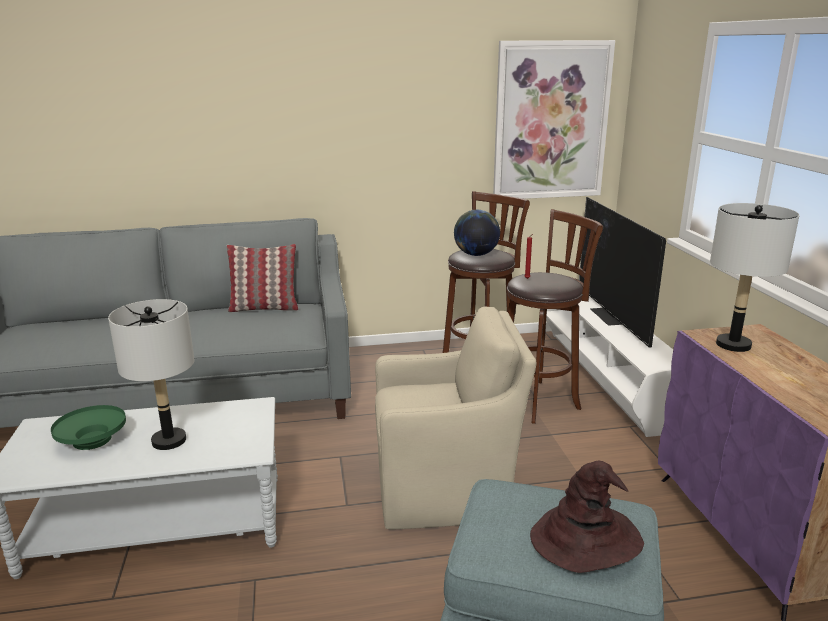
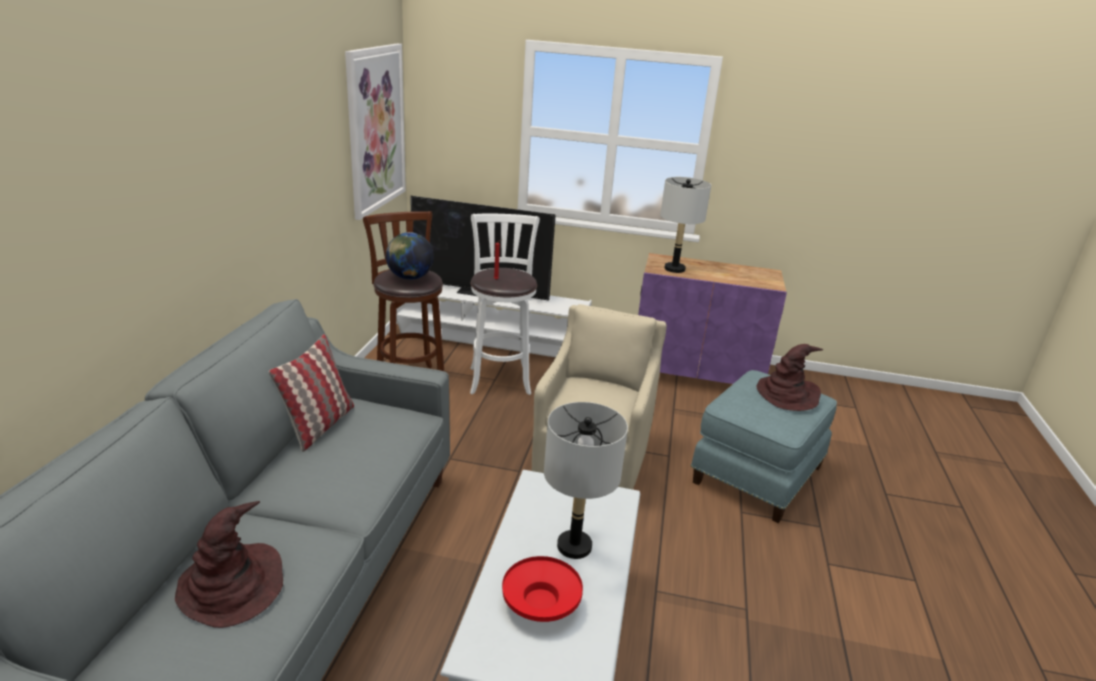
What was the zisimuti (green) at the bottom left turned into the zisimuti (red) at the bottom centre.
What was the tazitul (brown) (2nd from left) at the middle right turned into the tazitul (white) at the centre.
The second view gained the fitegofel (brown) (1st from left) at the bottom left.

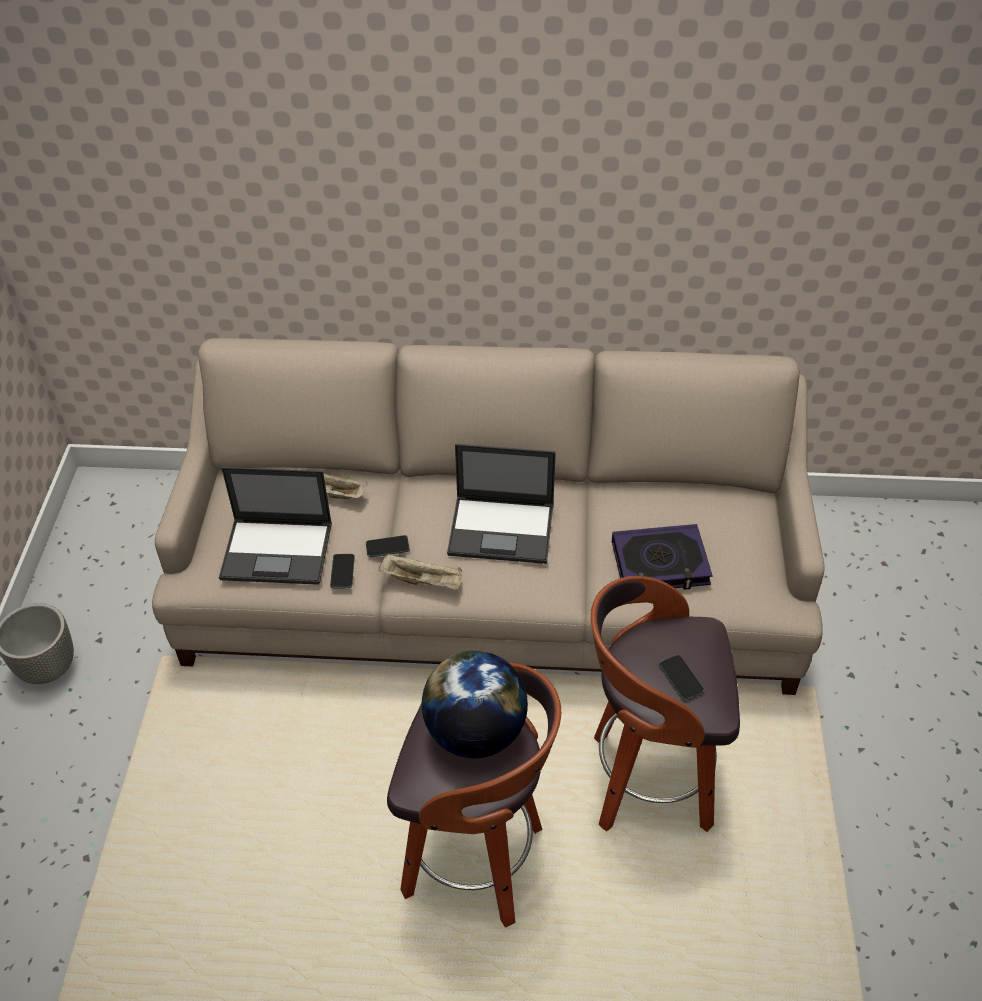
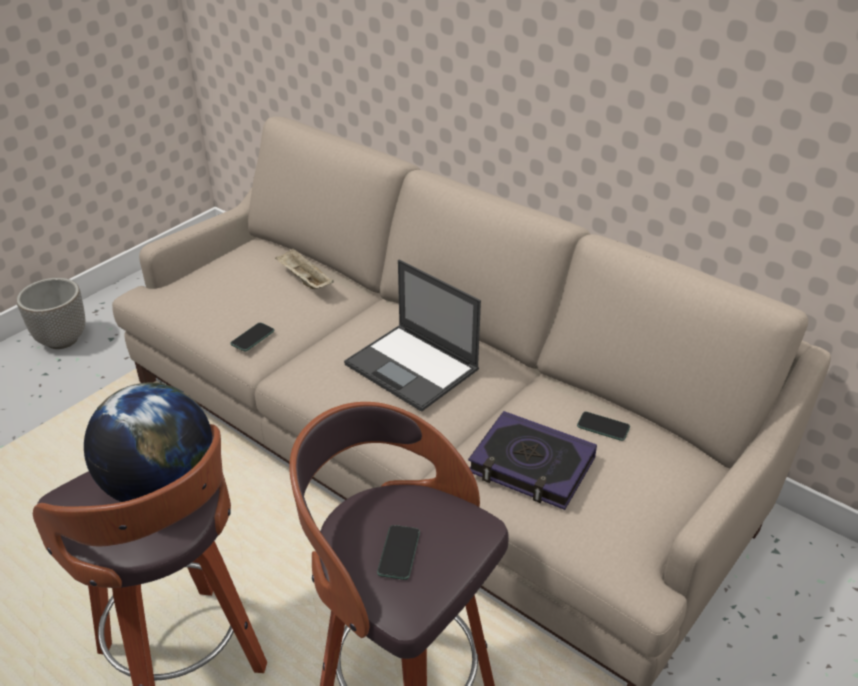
The second view lost the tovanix (1st from left) at the middle left.
The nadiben (2nd from left in the first image) ended up elsewhere, having gone from the centre to the middle right.
The second view lost the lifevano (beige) (2nd from left) at the centre.

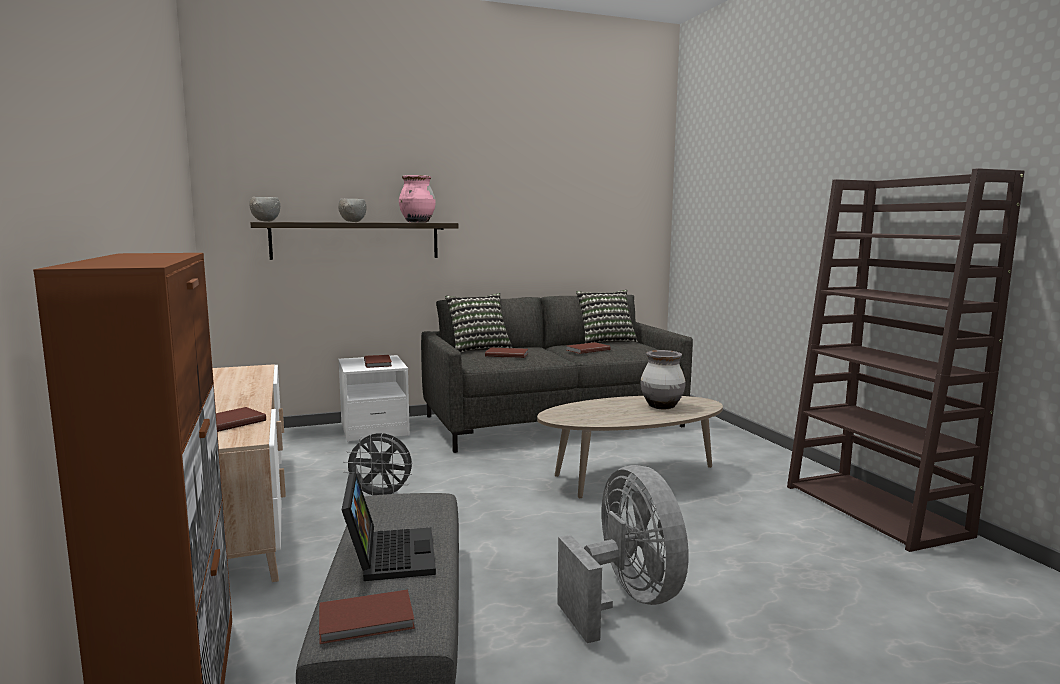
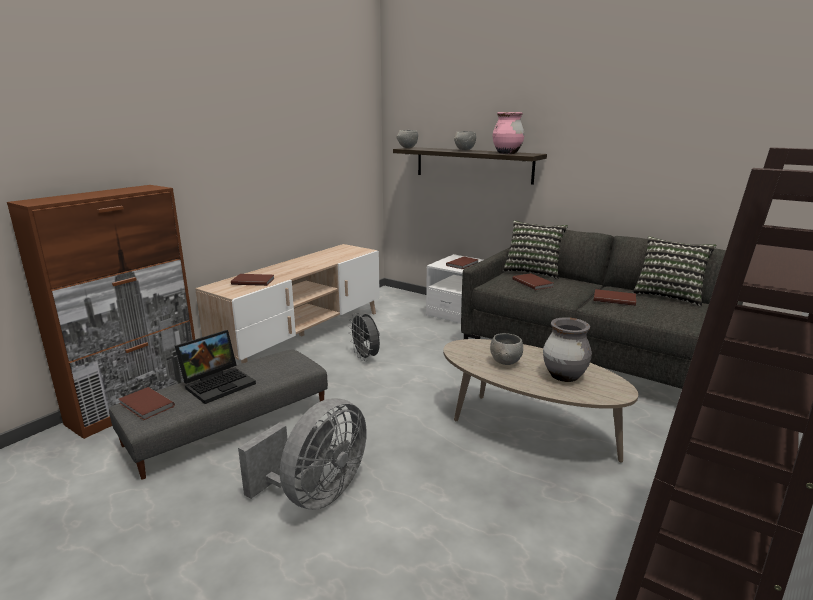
The second view gained the zisimuti (grey) (3rd from left) at the centre.

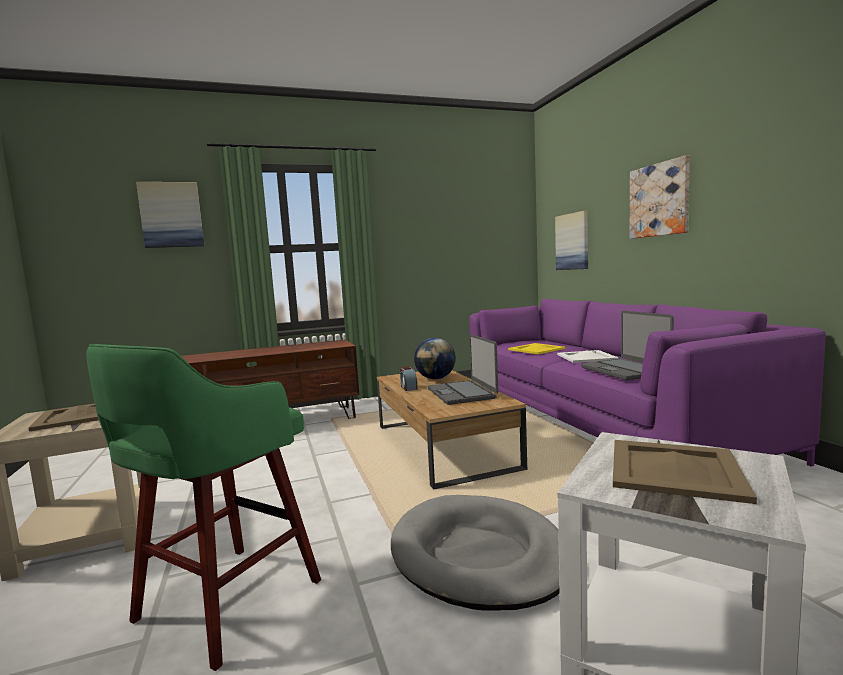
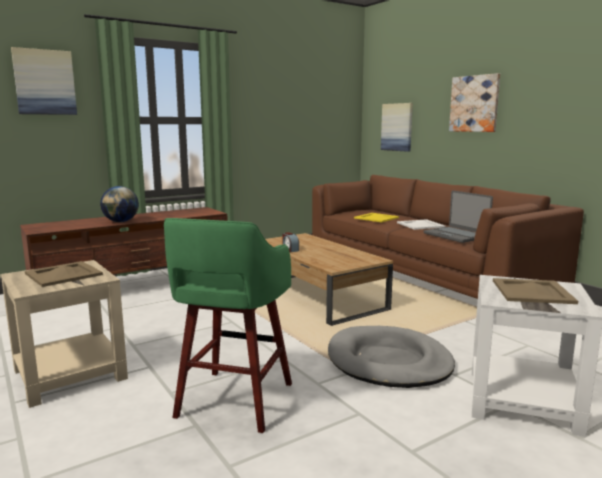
The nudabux ended up elsewhere, having gone from the centre to the middle left.
The second view lost the tovanix (1st from left) at the centre.
What was the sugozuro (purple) at the middle right turned into the sugozuro (brown) at the middle right.

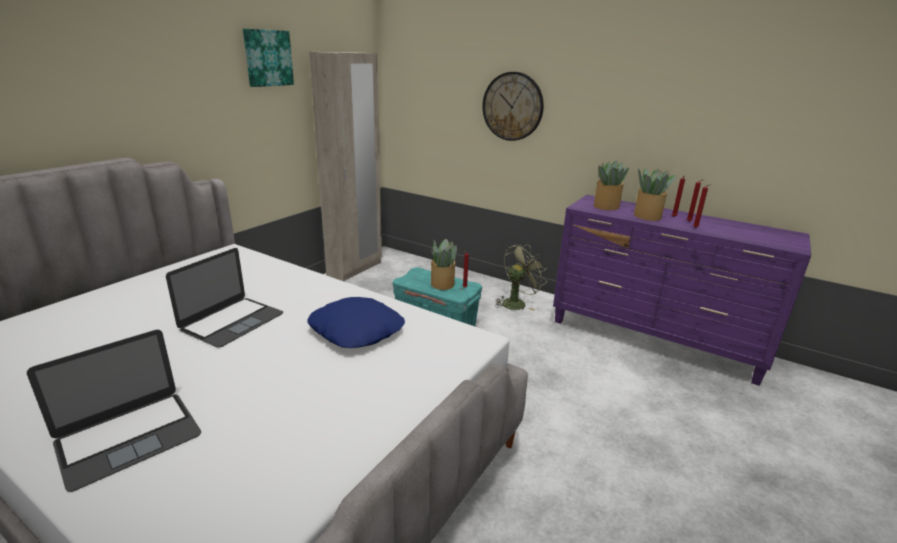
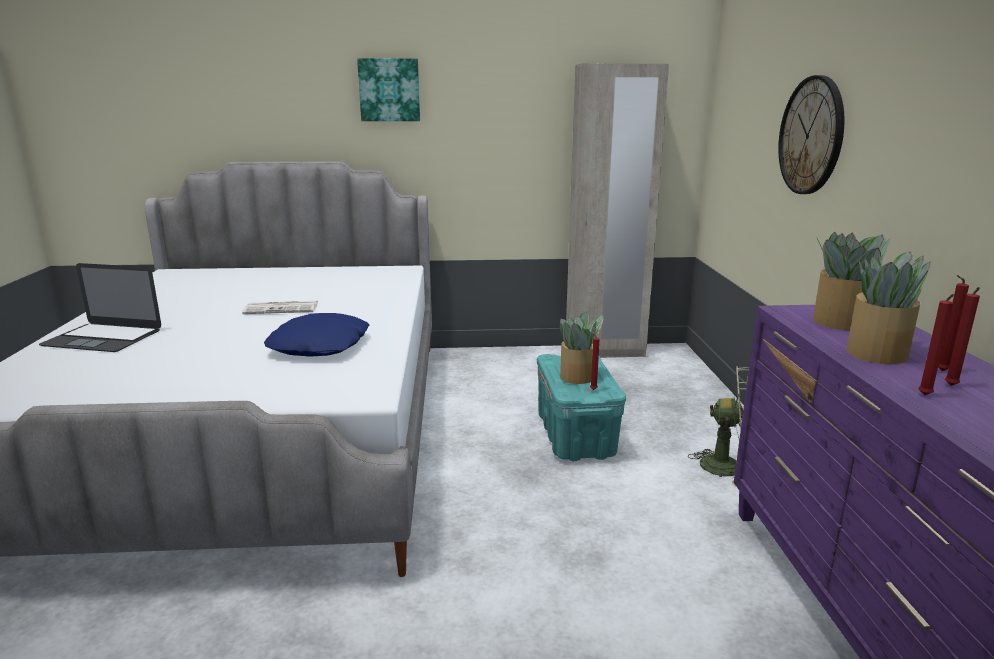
Where the tovanix (2nd from left) stood at the middle left, the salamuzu came to stand at the middle left.
The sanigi ended up elsewhere, having gone from the top left to the top centre.

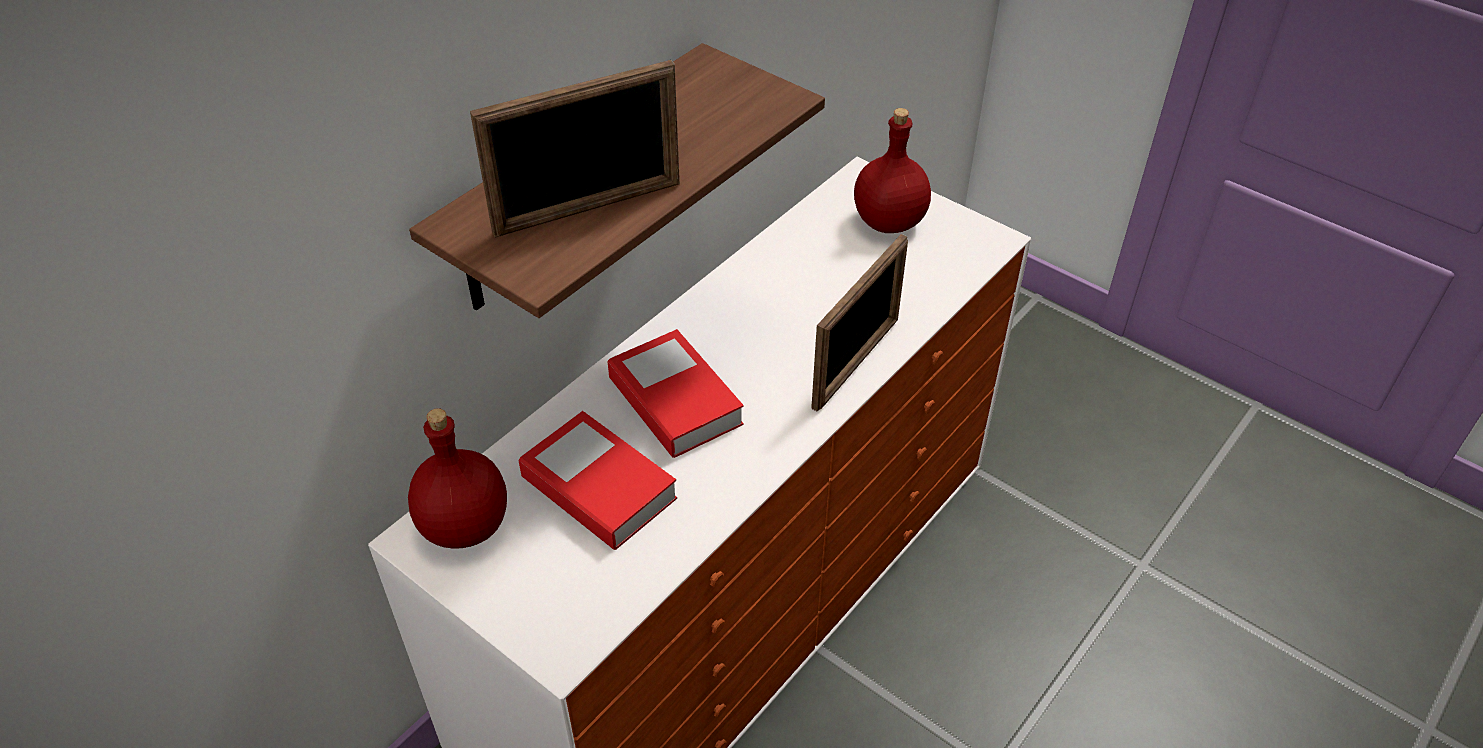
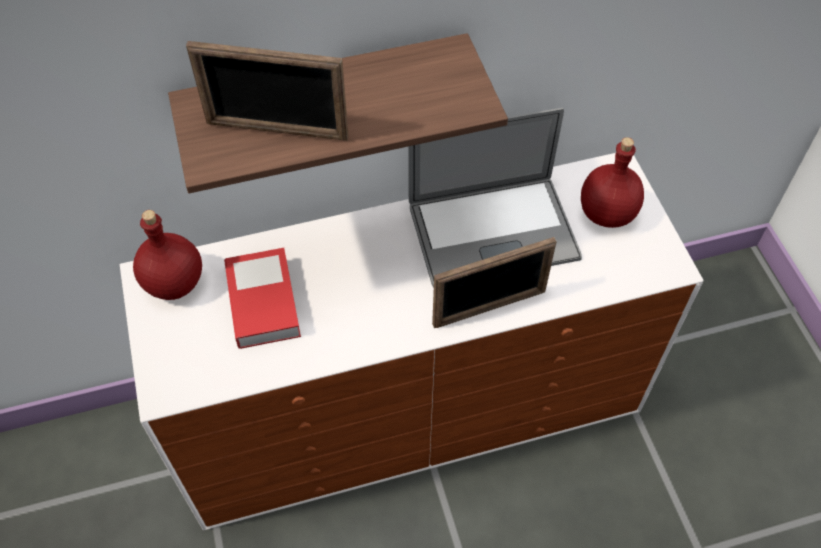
The second view lost the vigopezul (2nd from left) at the centre.
The second view gained the tovanix at the centre.

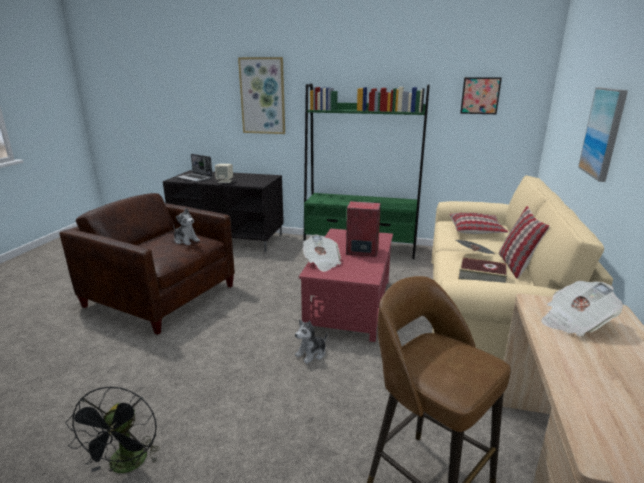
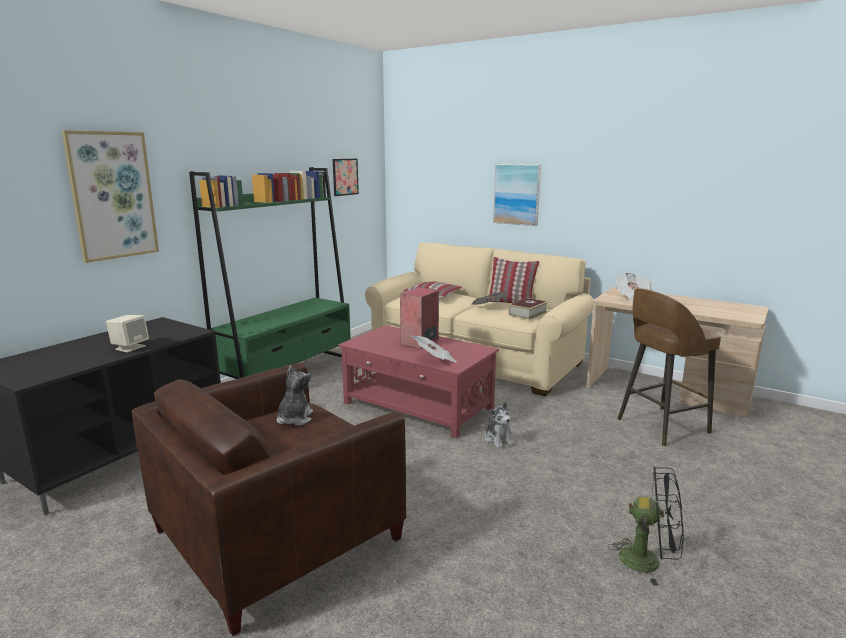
The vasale (1st from left) at the middle left ended up facing another way, 45 degrees counterclockwise from before.
The second view lost the tovanix at the middle left.

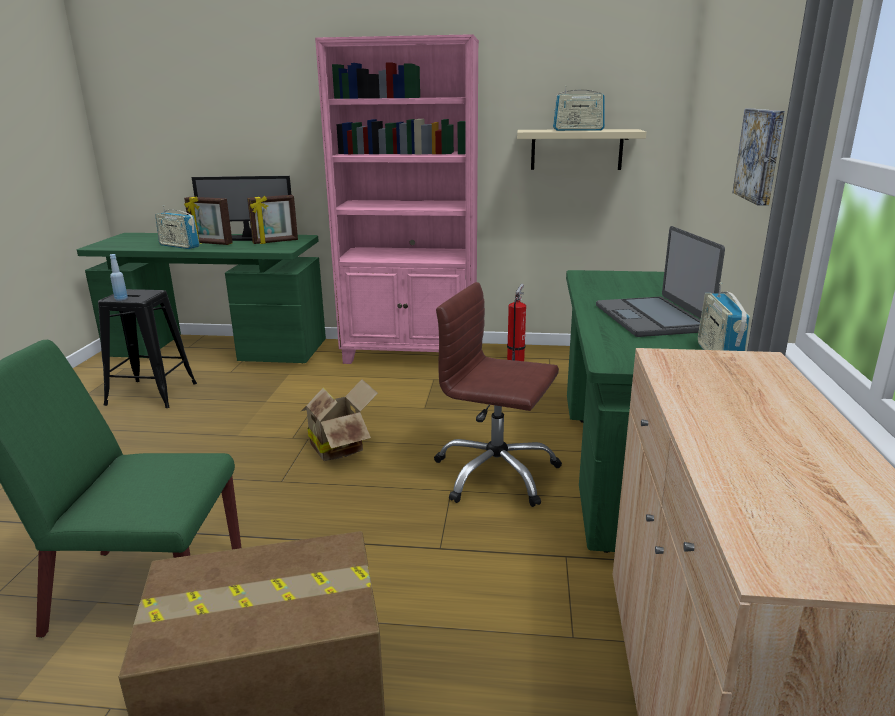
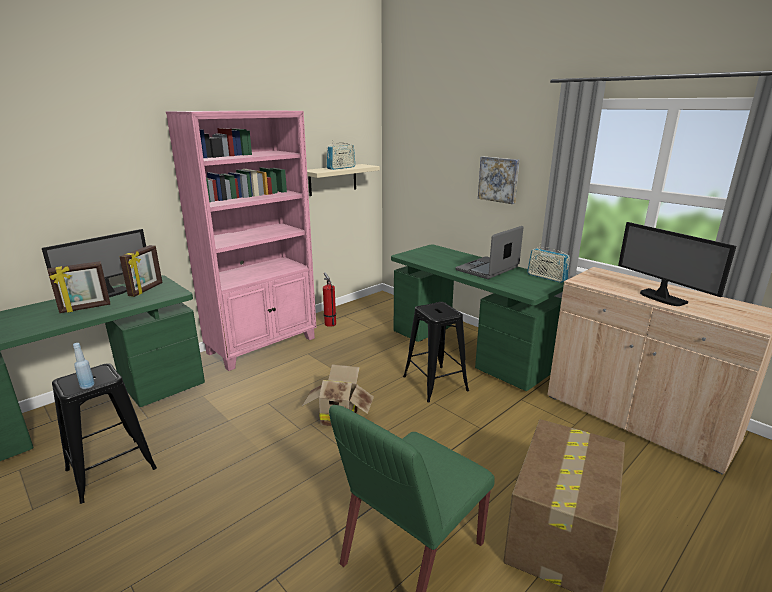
The second view lost the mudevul (1st from left) at the top left.
Where the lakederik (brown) stood at the centre, the tazitul (black) (2nd from left) came to stand at the centre.
The tovanix at the middle right ended up facing another way, 105 degrees clockwise from before.
The second view gained the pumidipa (2nd from left) at the middle right.

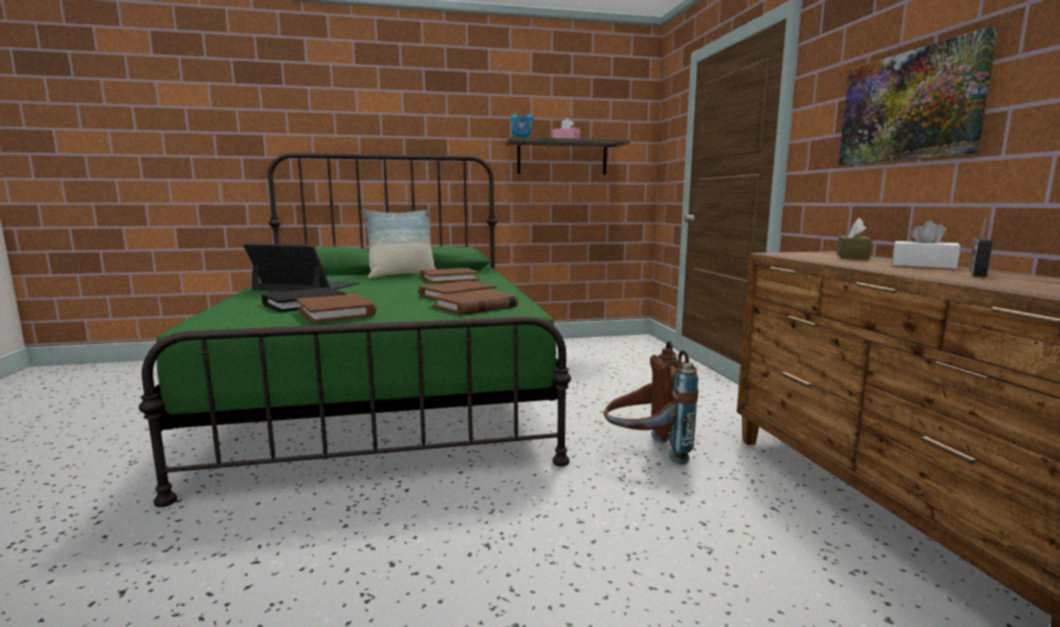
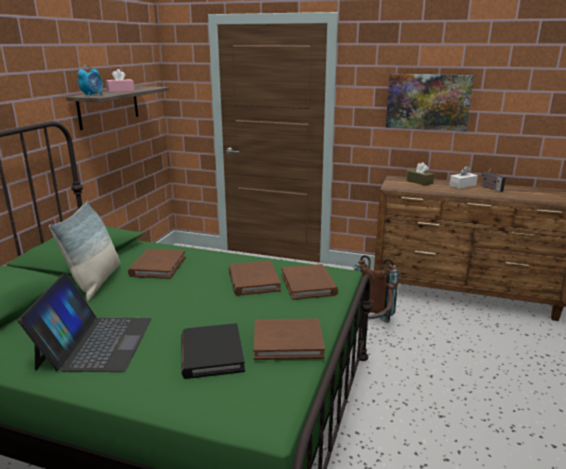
The tovanix at the middle left ended up facing another way, 135 degrees clockwise from before.

